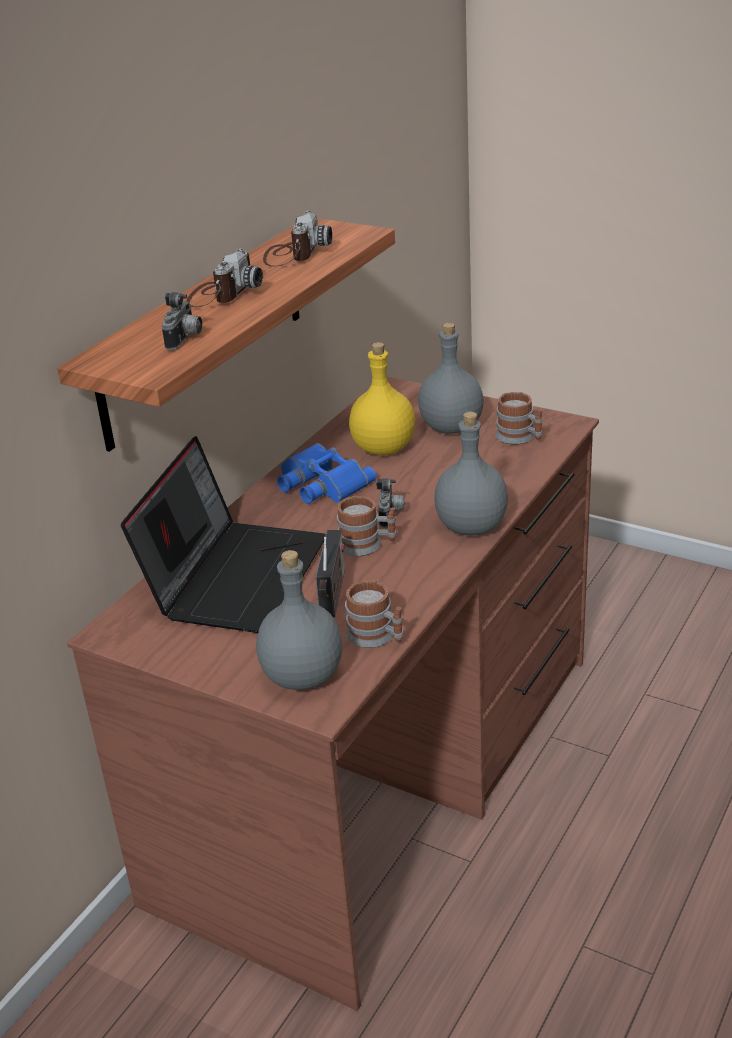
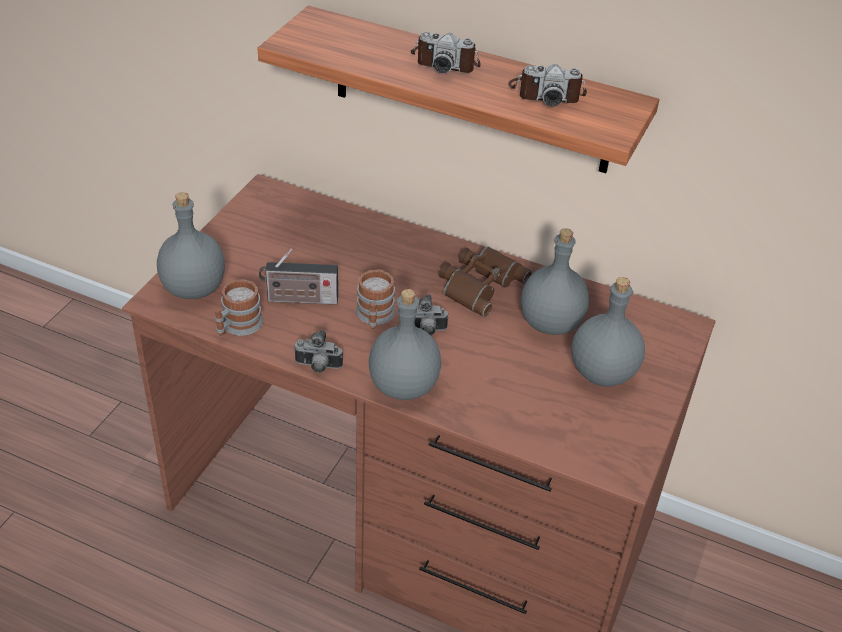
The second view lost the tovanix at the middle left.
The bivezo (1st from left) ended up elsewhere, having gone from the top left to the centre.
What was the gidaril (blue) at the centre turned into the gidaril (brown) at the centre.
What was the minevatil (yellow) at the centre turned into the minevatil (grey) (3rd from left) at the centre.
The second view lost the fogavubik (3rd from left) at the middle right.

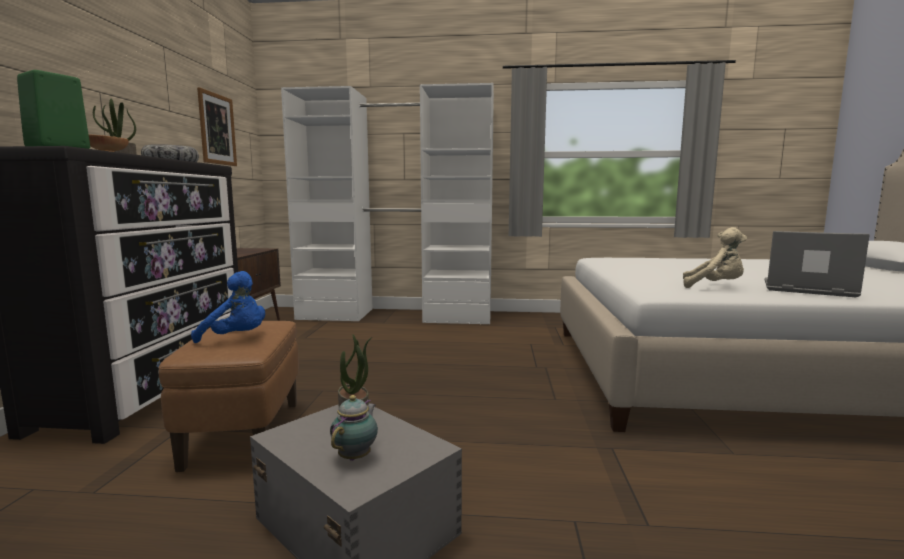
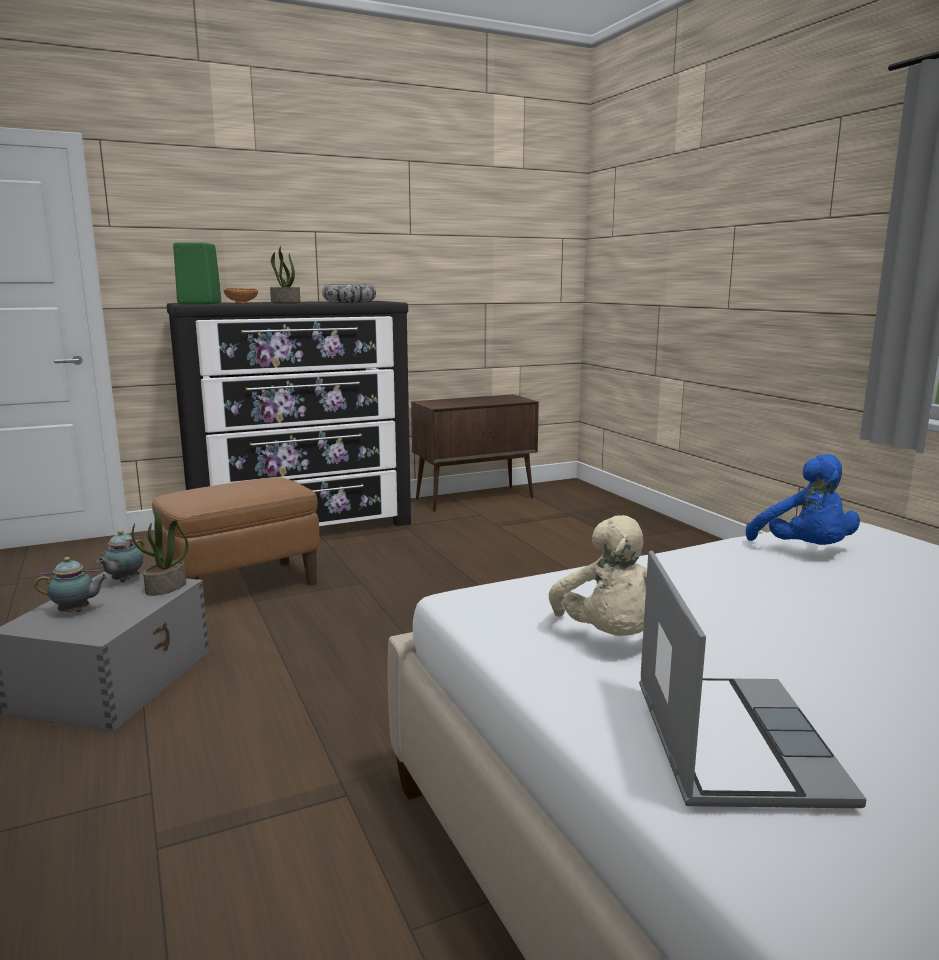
The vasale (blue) ended up elsewhere, having gone from the middle left to the middle right.
The second view lost the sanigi at the top left.
The second view lost the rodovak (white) at the centre.
The second view gained the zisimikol (2nd from left) at the middle left.

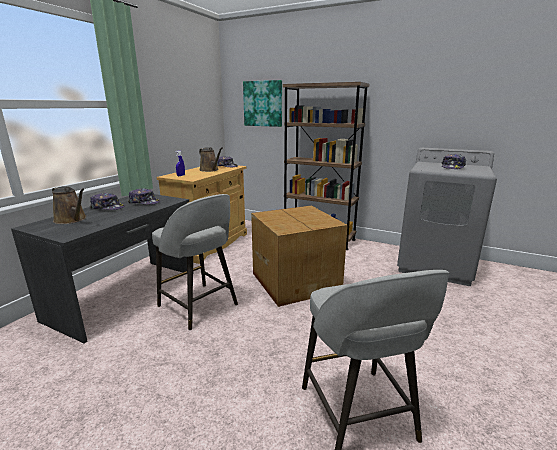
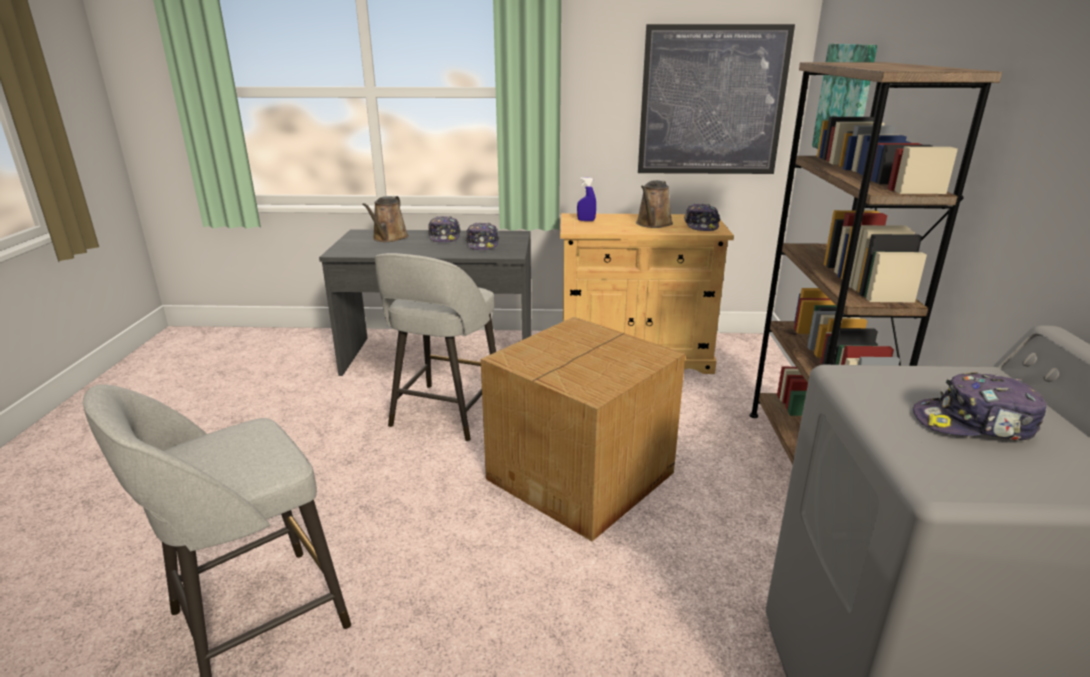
The second view gained the sanigi (1st from left) at the top centre.

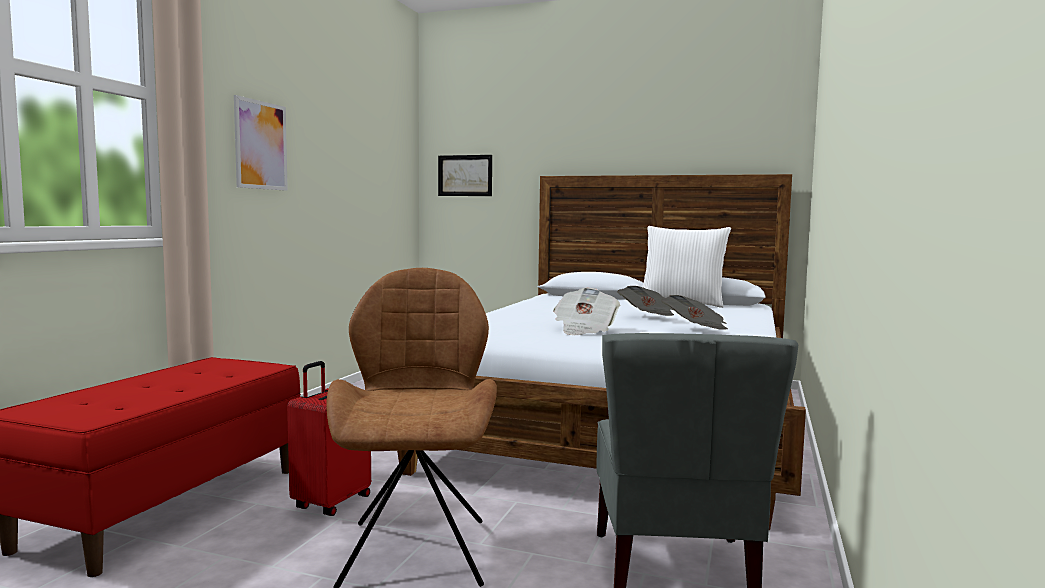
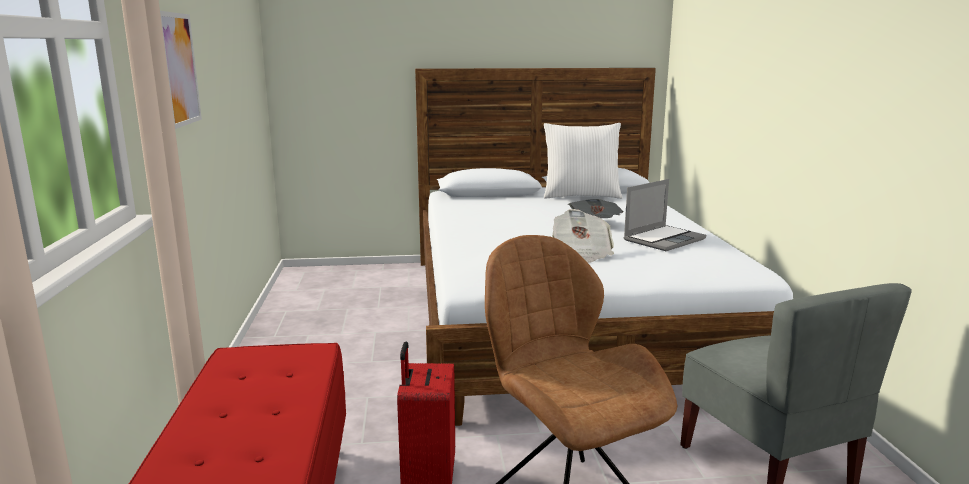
The second view lost the sanigi (2nd from left) at the top centre.
Where the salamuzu (3rd from left) stood at the centre, the tovanix came to stand at the middle right.

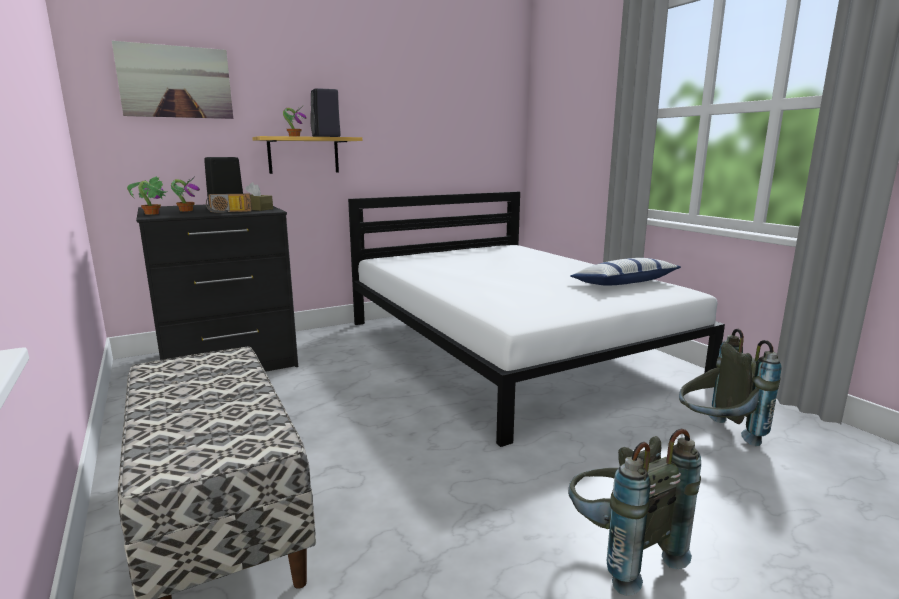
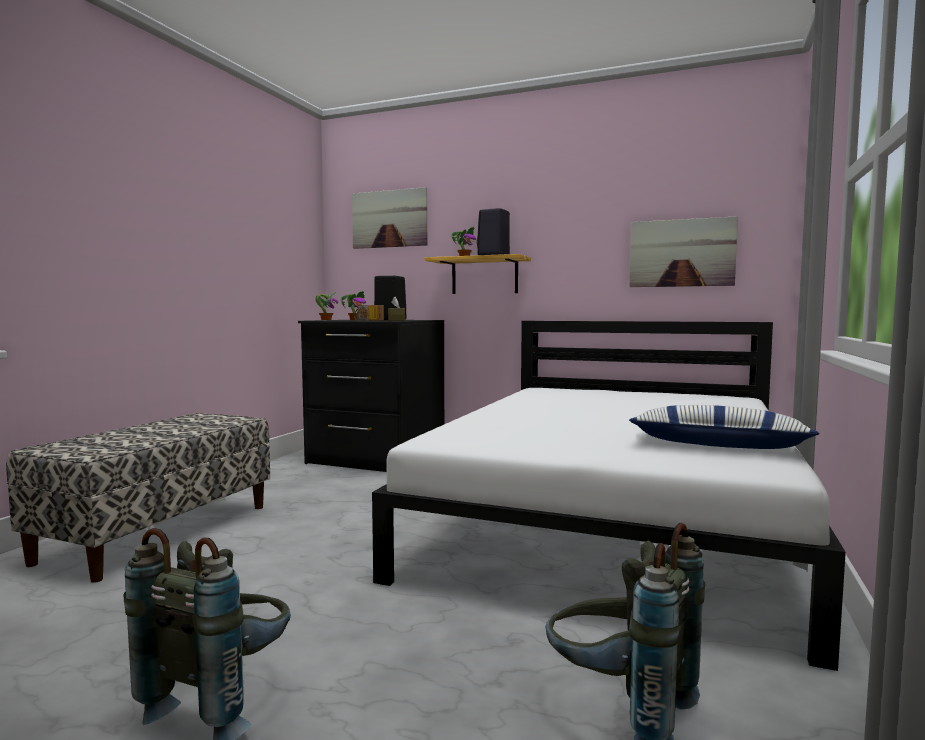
The second view gained the sanigi (2nd from left) at the middle right.

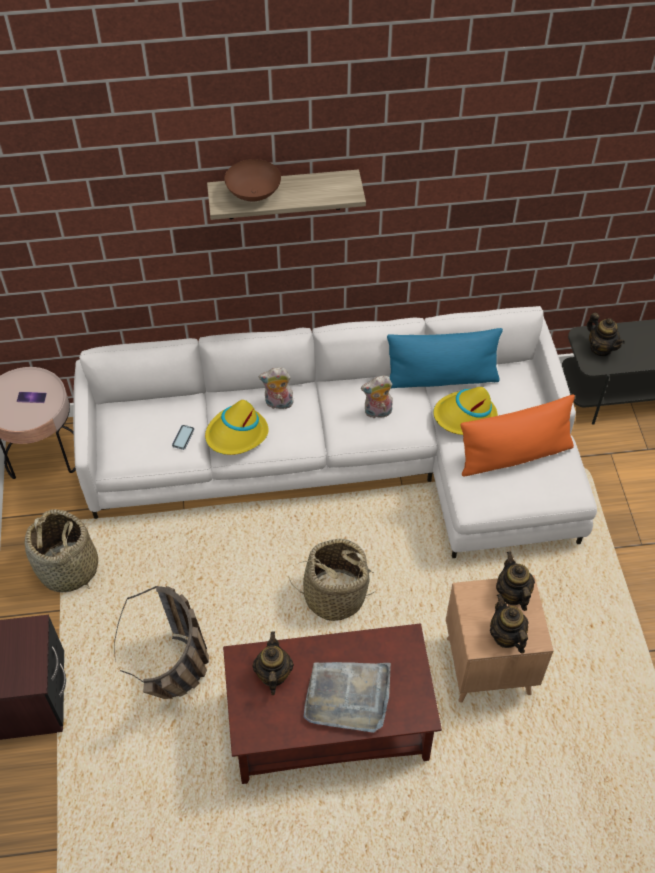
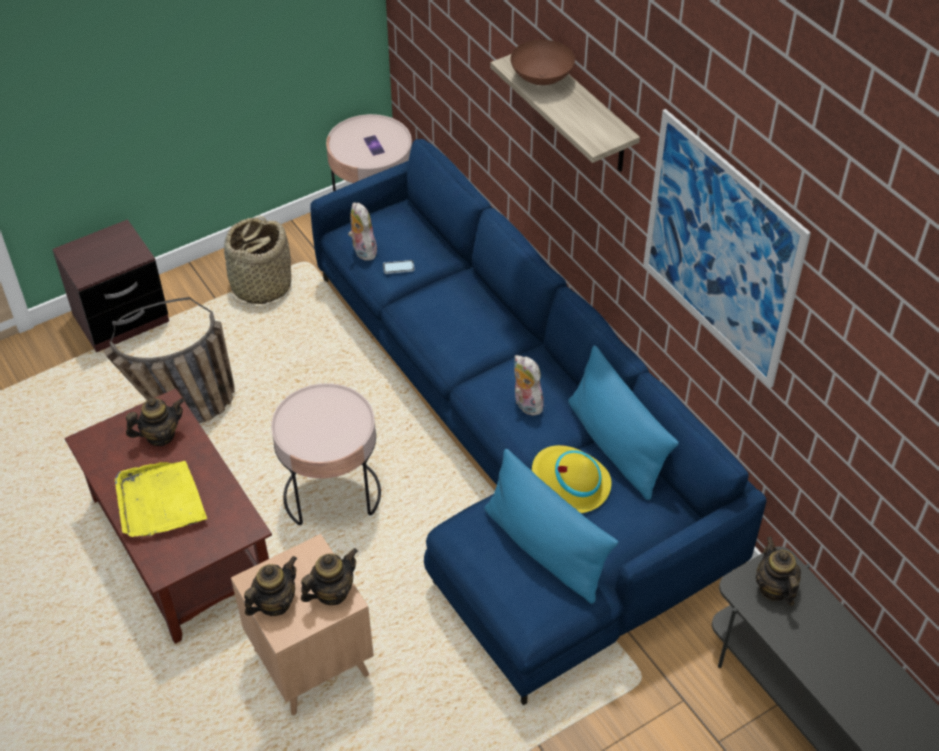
What was the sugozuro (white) at the centre turned into the sugozuro (blue) at the centre.
The second view lost the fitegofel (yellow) (1st from left) at the centre.
The vasale (1st from left) ended up elsewhere, having gone from the centre to the top centre.
Where the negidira (3rd from left) stood at the centre, the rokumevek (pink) (1st from left) came to stand at the centre.
What was the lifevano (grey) at the bottom centre turned into the lifevano (yellow) at the middle left.
What was the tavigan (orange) at the middle right turned into the tavigan (blue) (1st from left) at the bottom centre.
The zisimikol (4th from left) at the middle right ended up facing another way, 135 degrees clockwise from before.
The second view gained the sanigi at the top right.

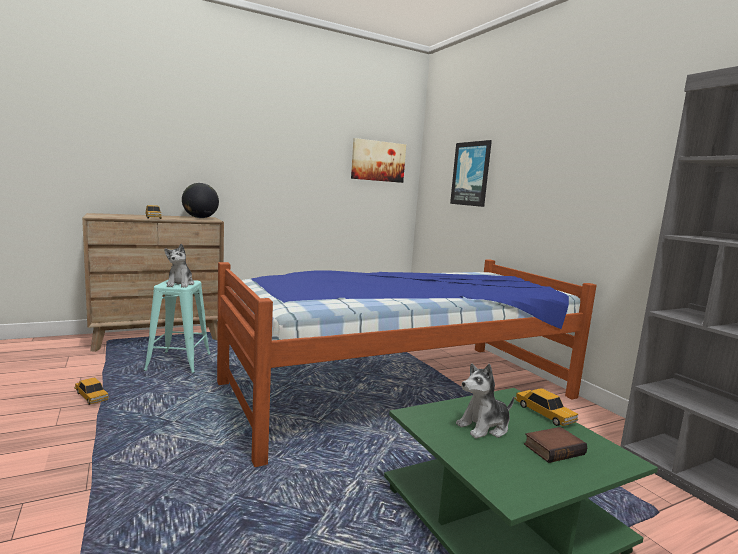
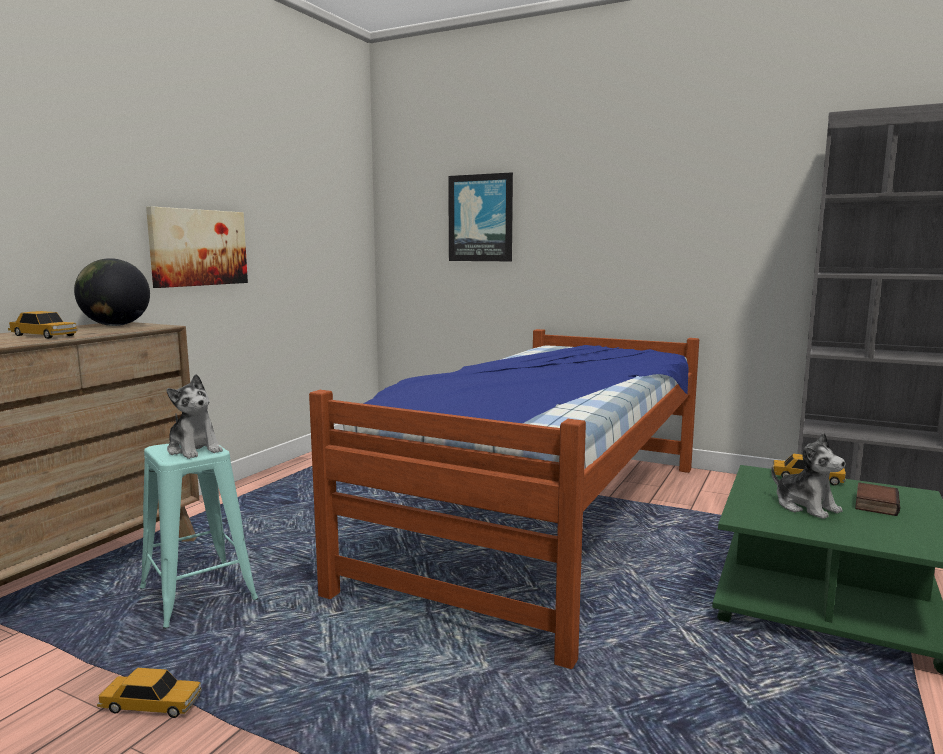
The sanigi (1st from left) ended up elsewhere, having gone from the top centre to the top left.
The vasale (2nd from left) at the bottom centre ended up facing another way, 60 degrees counterclockwise from before.

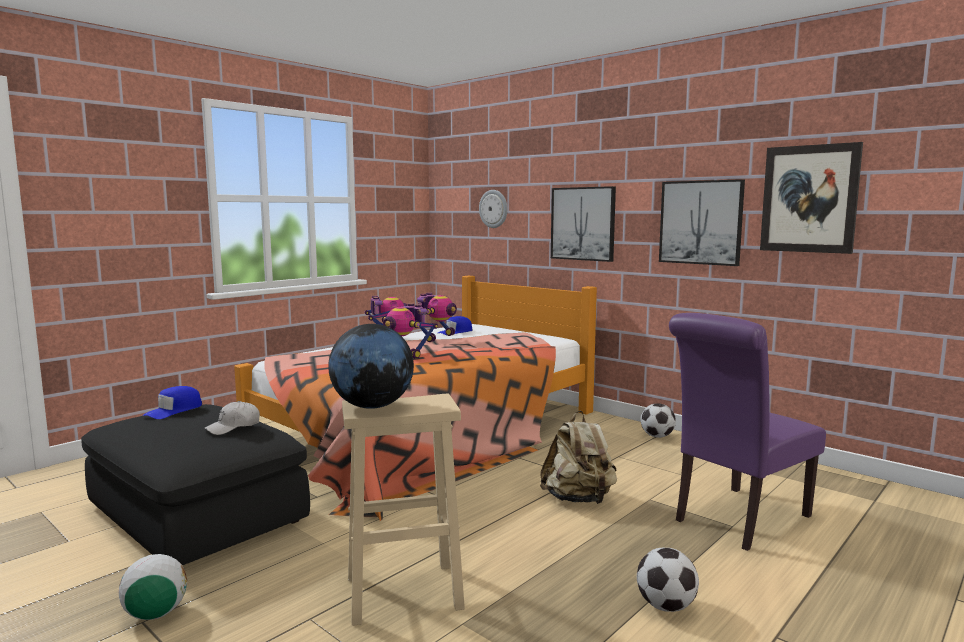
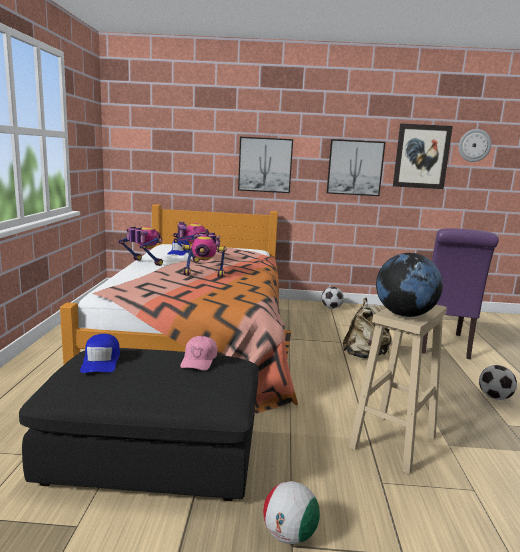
What was the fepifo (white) at the middle left turned into the fepifo (pink) at the centre.
The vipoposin ended up elsewhere, having gone from the top centre to the top right.

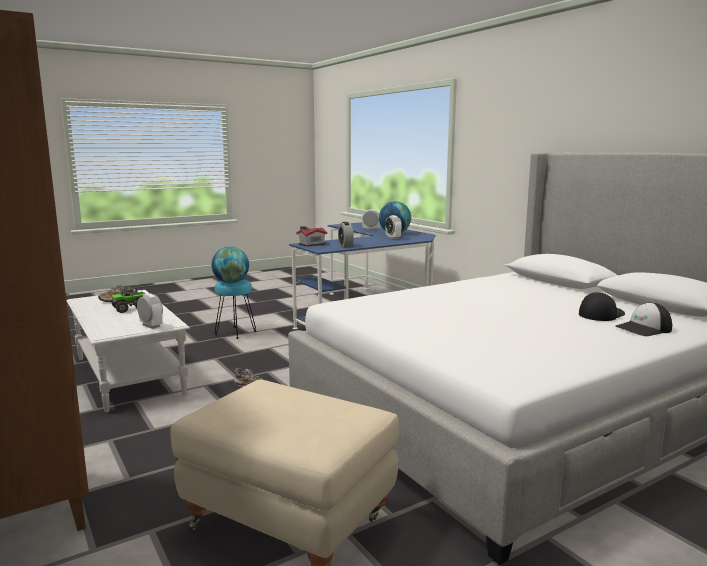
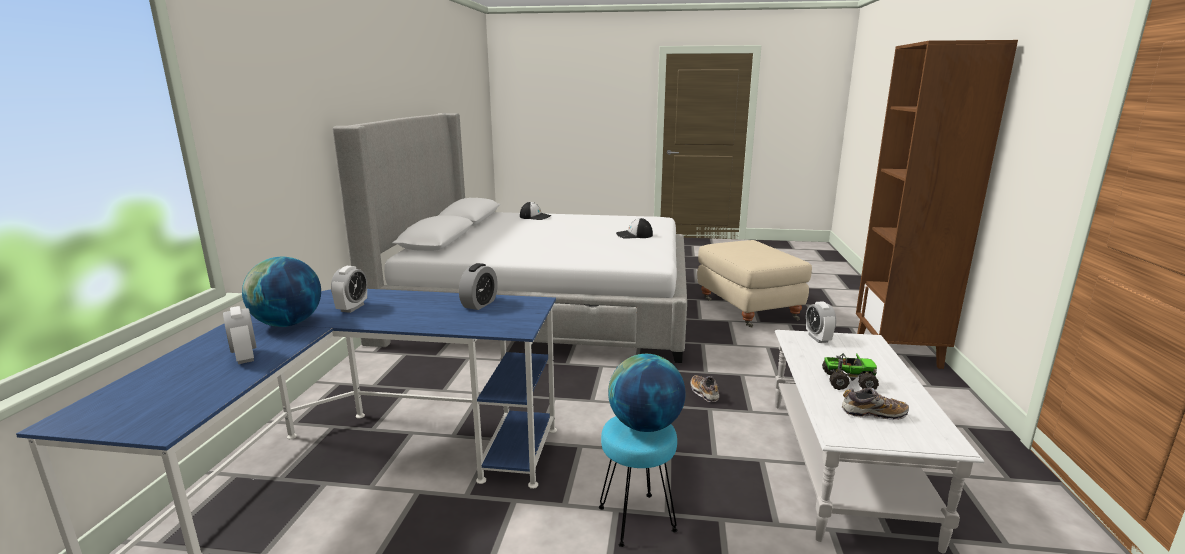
The second view lost the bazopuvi at the centre.
The fepifo (1st from left in the first image) ended up elsewhere, having gone from the middle right to the centre.

